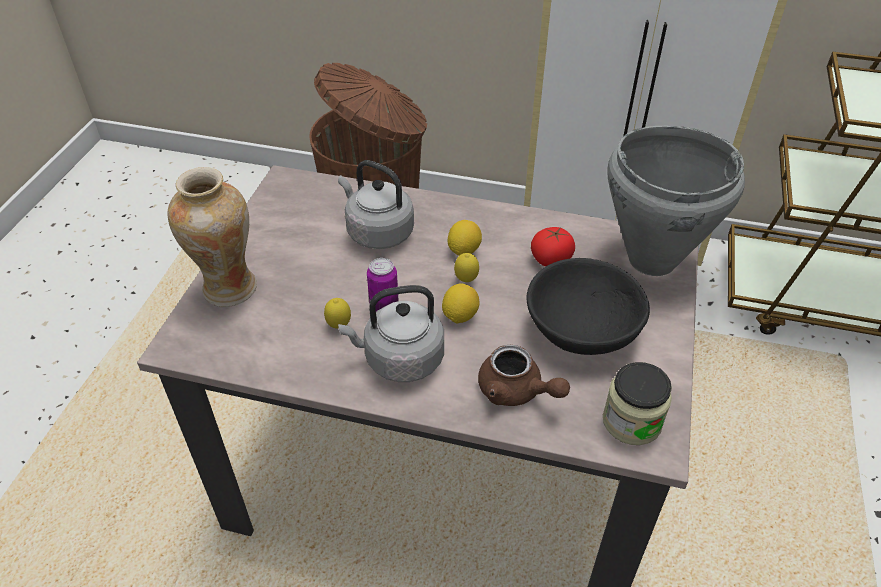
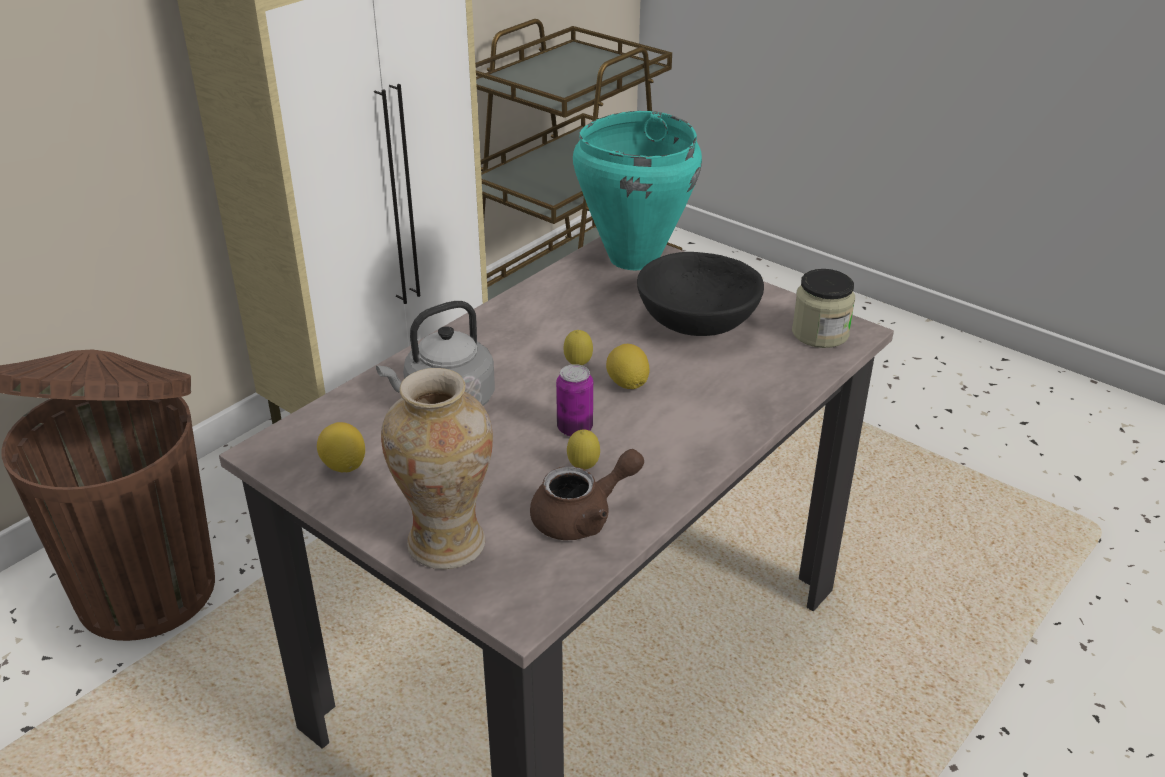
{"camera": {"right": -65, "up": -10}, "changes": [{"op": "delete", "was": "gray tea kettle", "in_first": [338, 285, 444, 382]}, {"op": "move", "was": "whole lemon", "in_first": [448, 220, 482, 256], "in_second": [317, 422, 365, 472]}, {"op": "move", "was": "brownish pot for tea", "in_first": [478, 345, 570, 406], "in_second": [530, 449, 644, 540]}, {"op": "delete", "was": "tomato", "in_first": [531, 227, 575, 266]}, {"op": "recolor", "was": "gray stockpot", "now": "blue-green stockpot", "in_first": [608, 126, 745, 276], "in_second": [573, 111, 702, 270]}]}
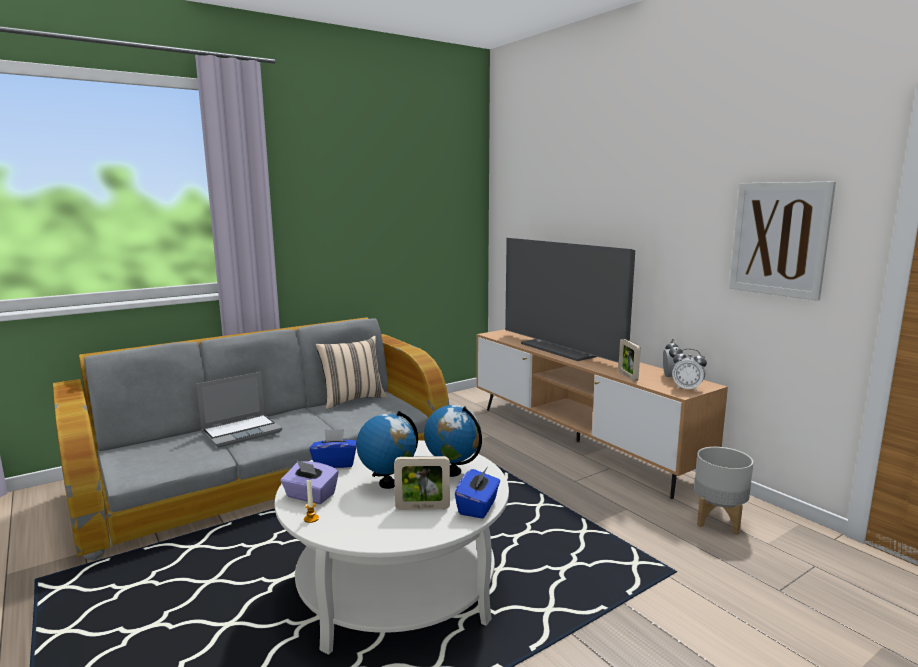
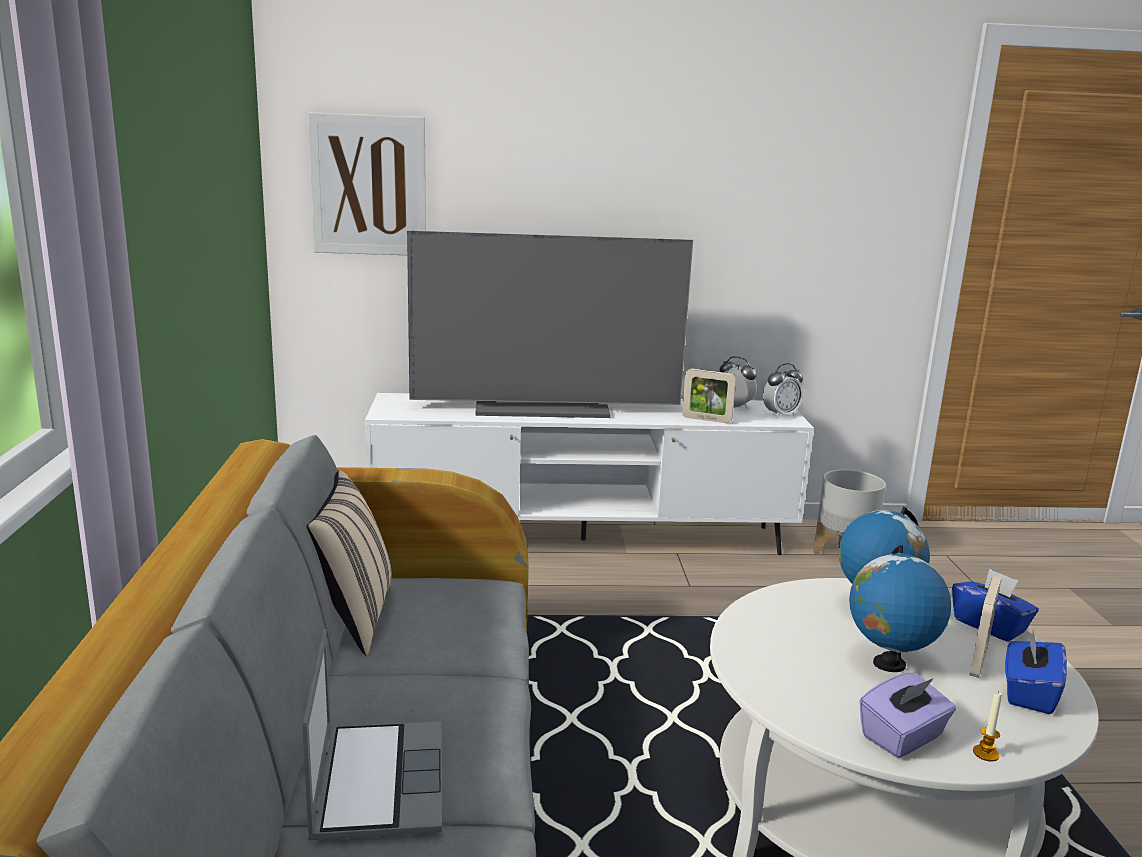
{"camera": {"right": -60, "up": 5}, "changes": [{"op": "move", "was": "bluish box of tissues", "in_first": [309, 429, 357, 468], "in_second": [1005, 629, 1067, 714]}, {"op": "recolor", "was": "brownish tv unit", "now": "white tv unit", "in_first": [476, 329, 728, 499], "in_second": [365, 393, 814, 555]}, {"op": "move", "was": "wall art", "in_first": [729, 182, 836, 301], "in_second": [308, 112, 426, 255]}]}
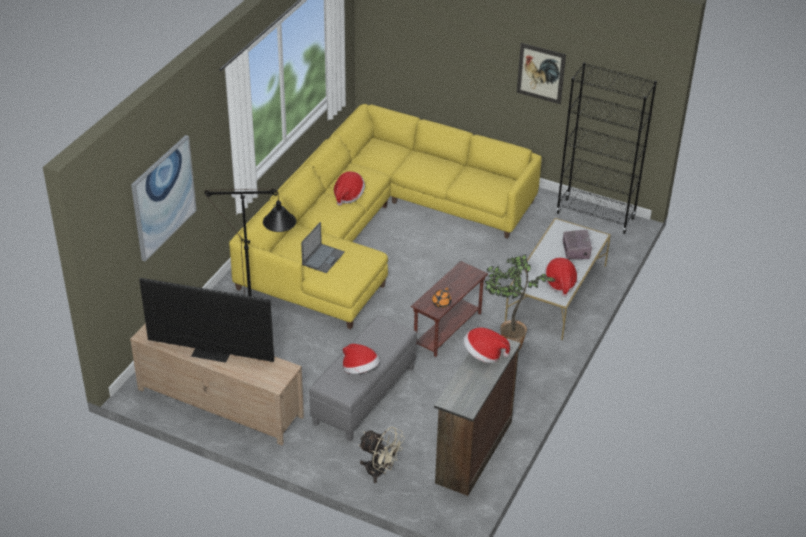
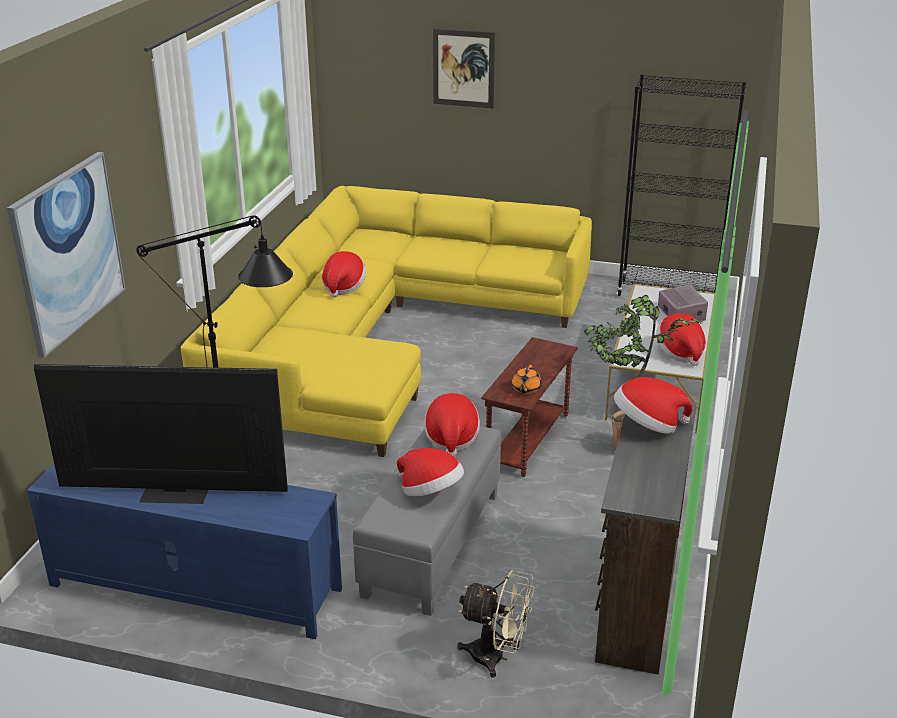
{"camera": {"right": -10, "up": -10}, "changes": [{"op": "recolor", "was": "beige-coloured tv unit", "now": "bluish tv unit", "in_first": [130, 323, 304, 445], "in_second": [27, 464, 342, 639]}, {"op": "delete", "was": "notebook computer", "in_first": [301, 222, 345, 273]}, {"op": "move", "was": "wall art", "in_first": [517, 43, 566, 104], "in_second": [433, 28, 495, 108]}, {"op": "insert", "now": "wearable hat", "in_second": [424, 393, 480, 456]}]}
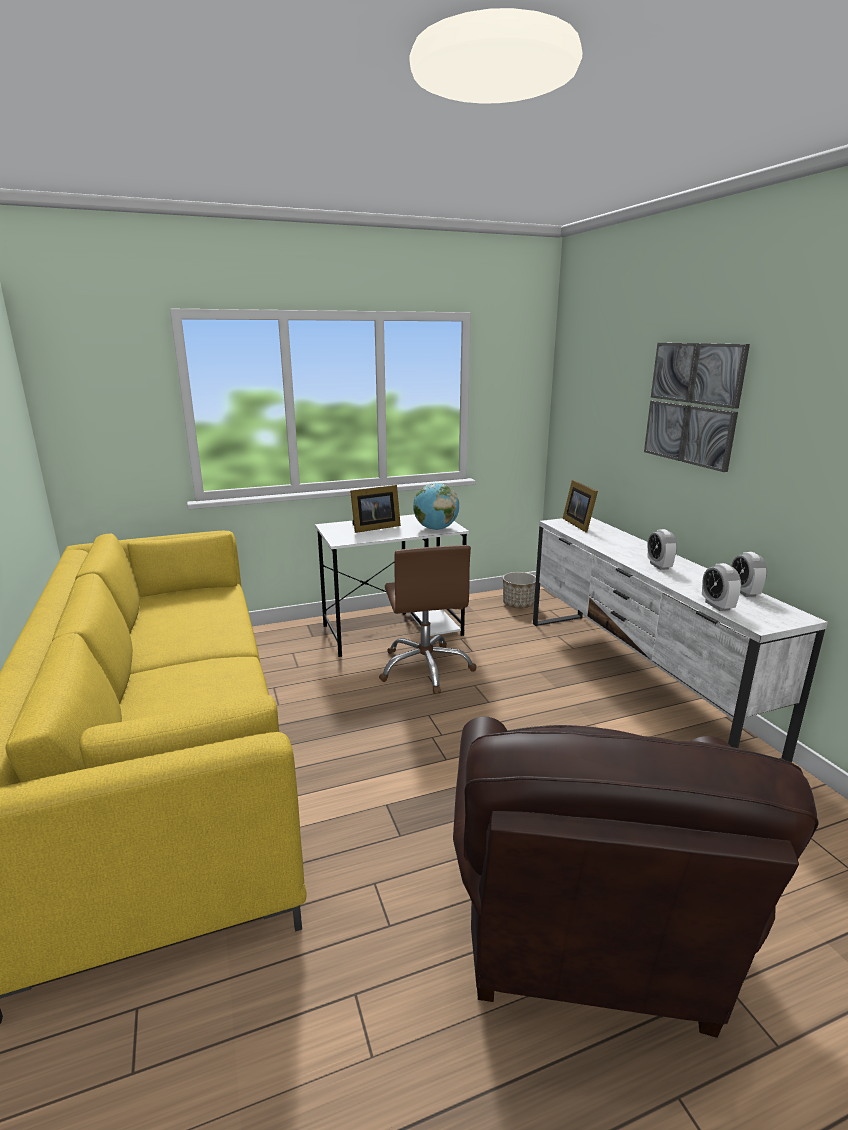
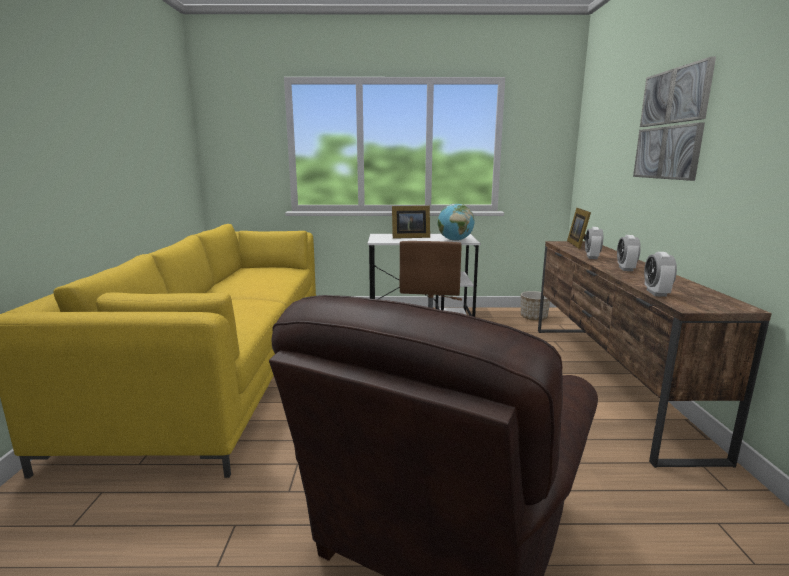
{"camera": {"right": 20, "up": -5}, "changes": [{"op": "recolor", "was": "white tv unit", "now": "brownish tv unit", "in_first": [533, 517, 828, 763], "in_second": [538, 241, 772, 468]}, {"op": "move", "was": "bedside clock", "in_first": [731, 552, 767, 597], "in_second": [585, 227, 603, 259]}]}
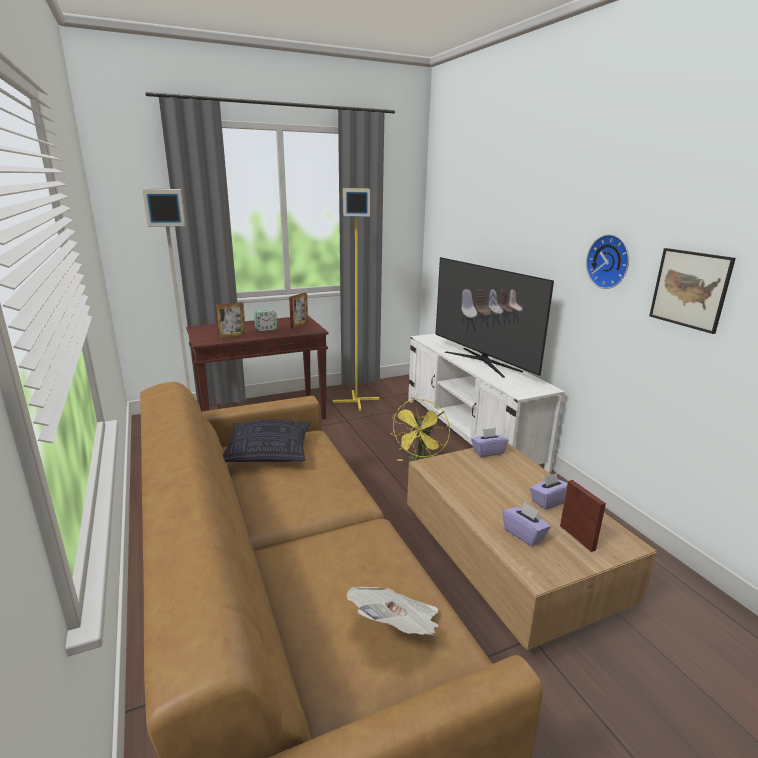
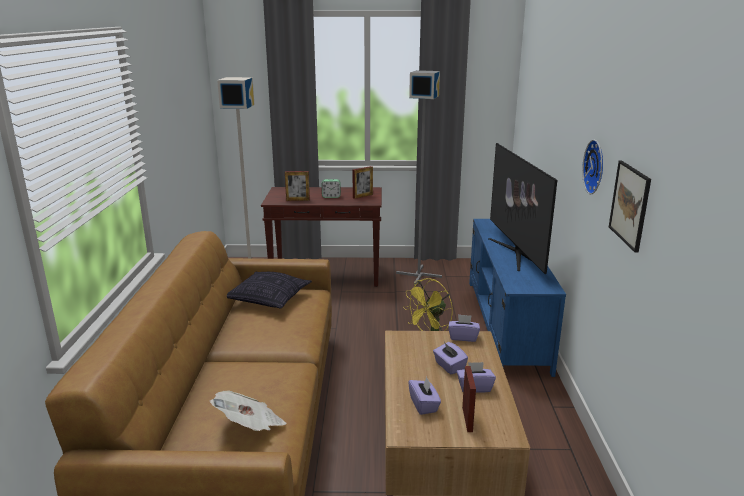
{"camera": {"right": 25, "up": 0}, "changes": [{"op": "recolor", "was": "yellowish standard lamp", "now": "gray standard lamp", "in_first": [333, 188, 379, 411], "in_second": [396, 70, 442, 285]}, {"op": "recolor", "was": "white tv unit", "now": "bluish tv unit", "in_first": [408, 334, 565, 473], "in_second": [469, 219, 566, 377]}, {"op": "insert", "now": "purple box of tissues", "in_second": [433, 342, 468, 374]}]}
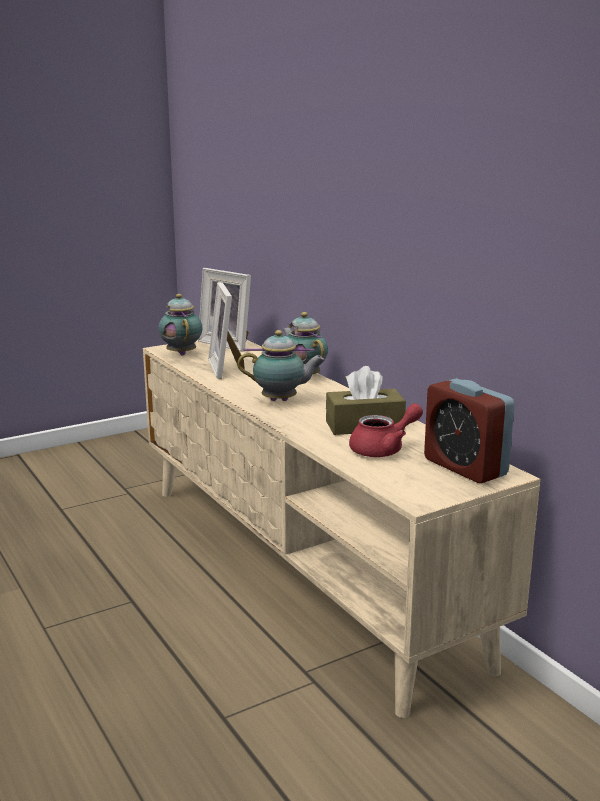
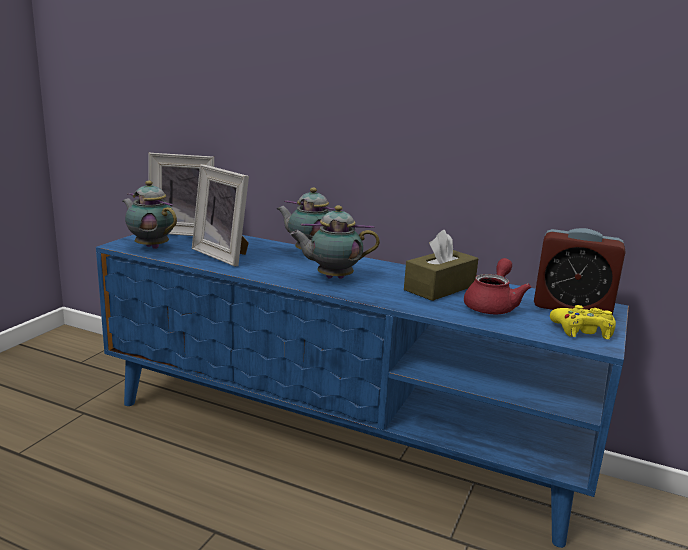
{"camera": {"right": -35, "up": 0}, "changes": [{"op": "recolor", "was": "beige-coloured tv unit", "now": "bluish tv unit", "in_first": [143, 340, 540, 718], "in_second": [96, 234, 629, 548]}, {"op": "rotate", "was": "pot for tea", "in_first": [237, 330, 324, 401], "in_second": [290, 205, 380, 279], "clockwise": -150}, {"op": "insert", "now": "yellowish joypad", "in_second": [550, 305, 616, 339]}]}
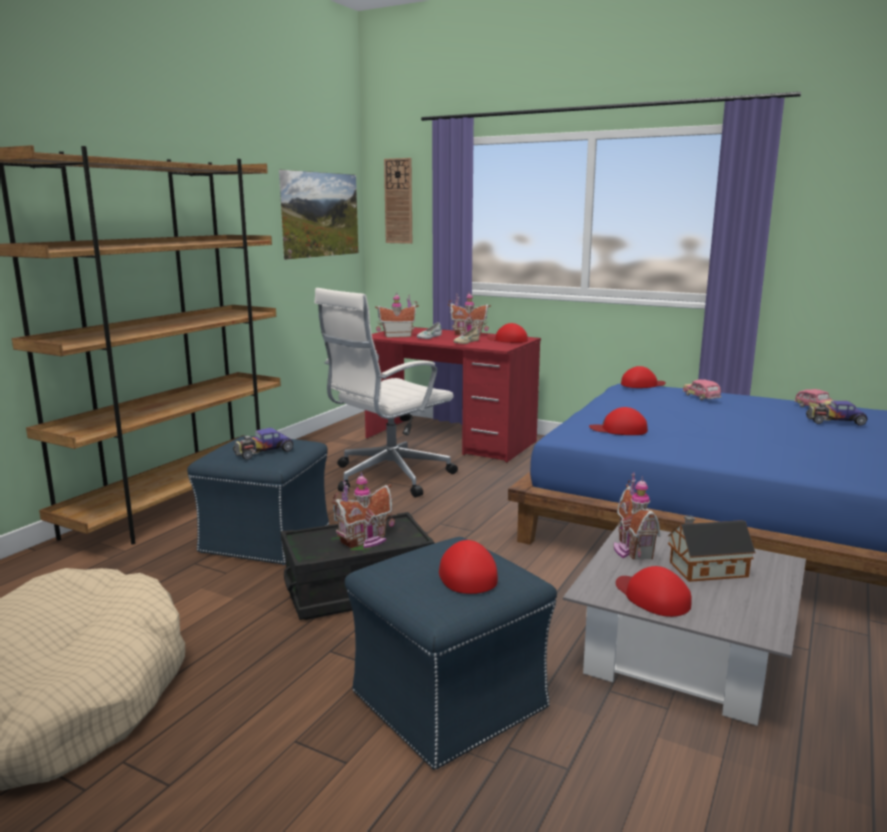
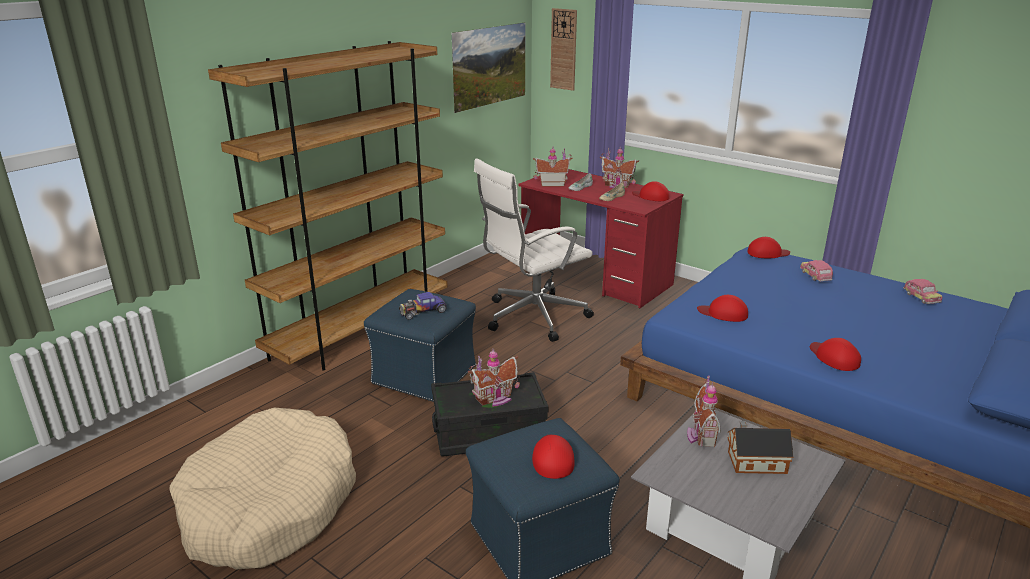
{"camera": {"right": 10, "up": 10}, "changes": [{"op": "move", "was": "reddish peaked cap", "in_first": [616, 566, 692, 617], "in_second": [810, 338, 861, 371]}, {"op": "delete", "was": "miniature car", "in_first": [806, 401, 868, 426]}]}
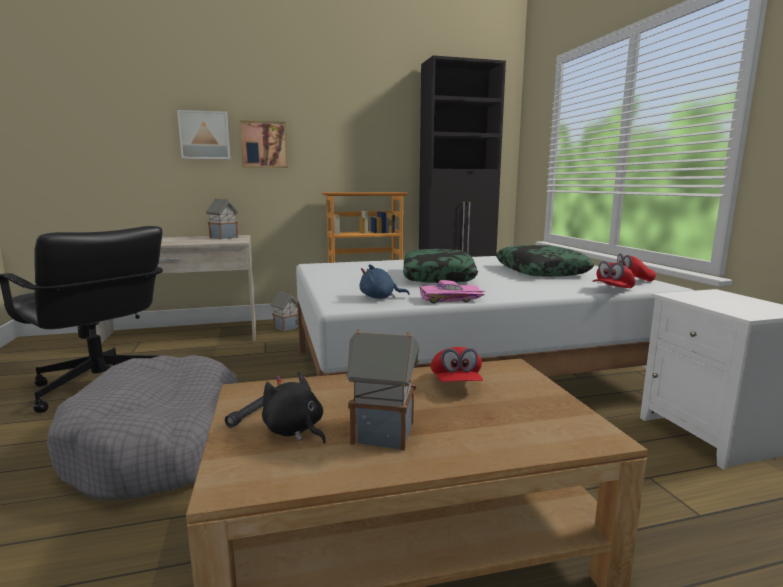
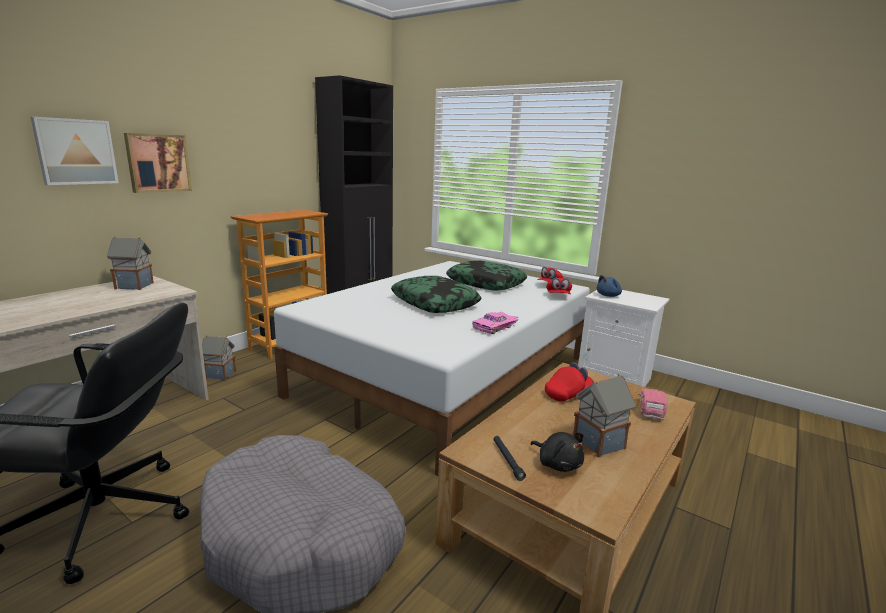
{"camera": {"right": -40, "up": 5}, "changes": [{"op": "rotate", "was": "black plush toy", "in_first": [262, 372, 326, 444], "in_second": [531, 432, 584, 472], "clockwise": -135}, {"op": "move", "was": "bluish plush toy", "in_first": [360, 264, 410, 299], "in_second": [597, 275, 622, 297]}, {"op": "rotate", "was": "reddish peaked cap", "in_first": [431, 347, 483, 382], "in_second": [545, 362, 593, 402], "clockwise": -75}, {"op": "insert", "now": "miniature car", "in_second": [638, 389, 667, 420]}]}
